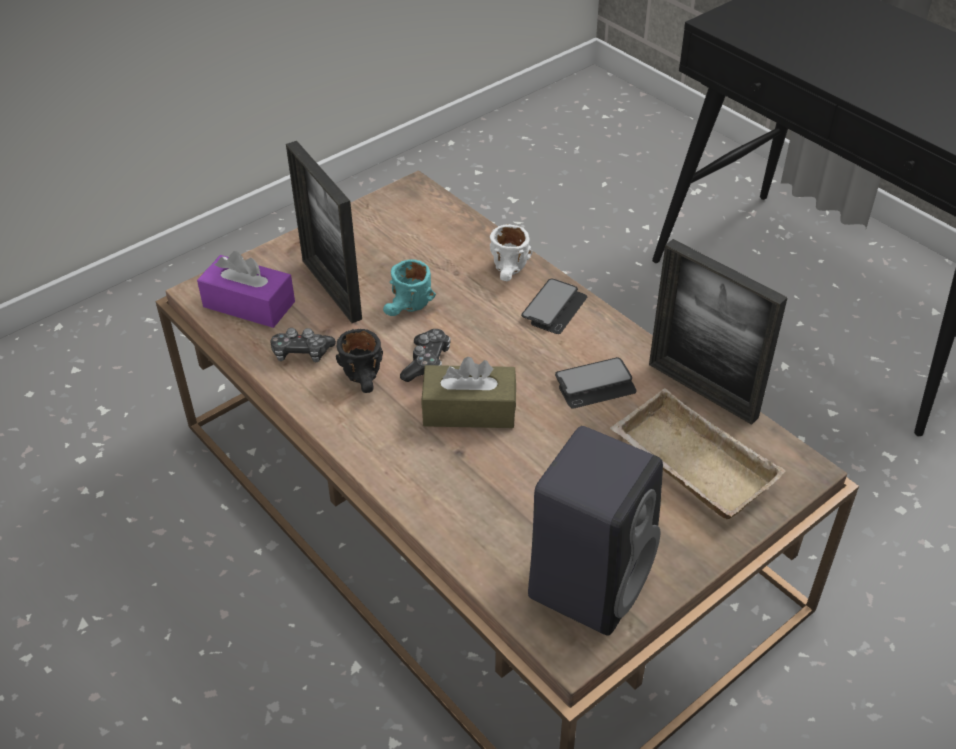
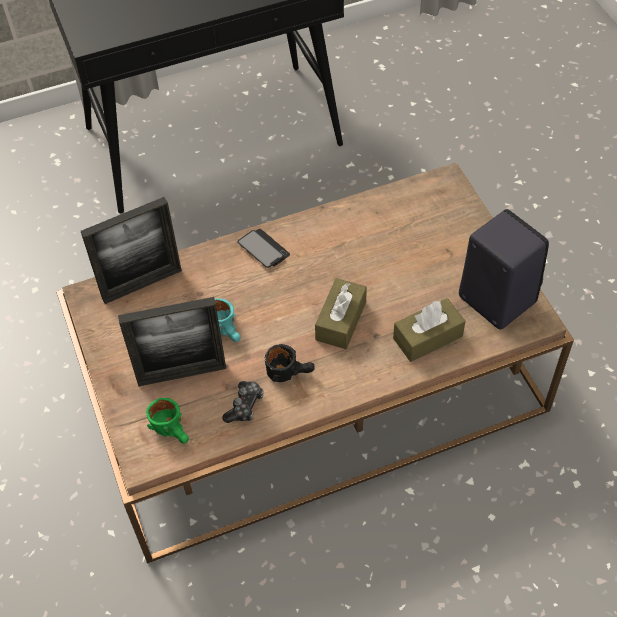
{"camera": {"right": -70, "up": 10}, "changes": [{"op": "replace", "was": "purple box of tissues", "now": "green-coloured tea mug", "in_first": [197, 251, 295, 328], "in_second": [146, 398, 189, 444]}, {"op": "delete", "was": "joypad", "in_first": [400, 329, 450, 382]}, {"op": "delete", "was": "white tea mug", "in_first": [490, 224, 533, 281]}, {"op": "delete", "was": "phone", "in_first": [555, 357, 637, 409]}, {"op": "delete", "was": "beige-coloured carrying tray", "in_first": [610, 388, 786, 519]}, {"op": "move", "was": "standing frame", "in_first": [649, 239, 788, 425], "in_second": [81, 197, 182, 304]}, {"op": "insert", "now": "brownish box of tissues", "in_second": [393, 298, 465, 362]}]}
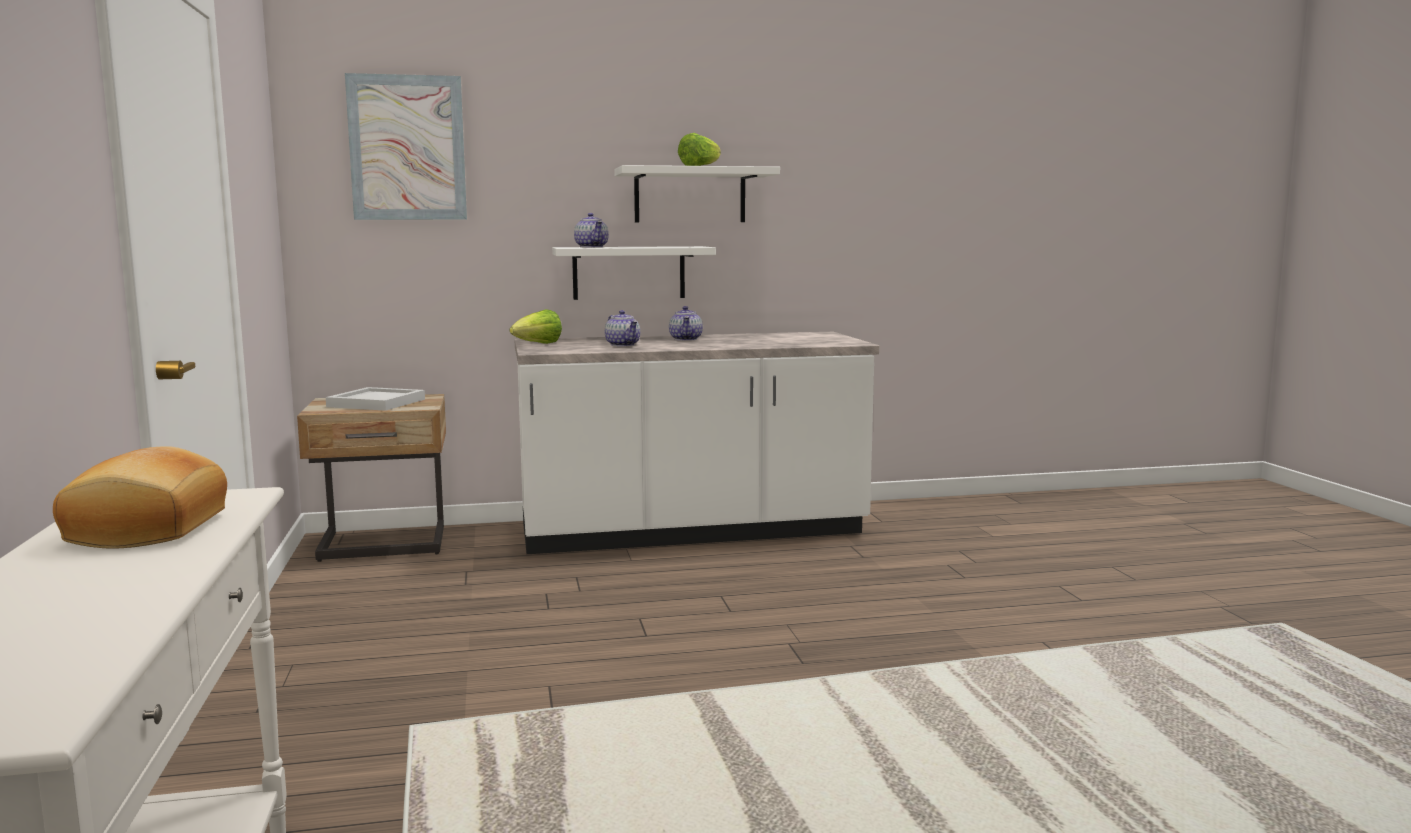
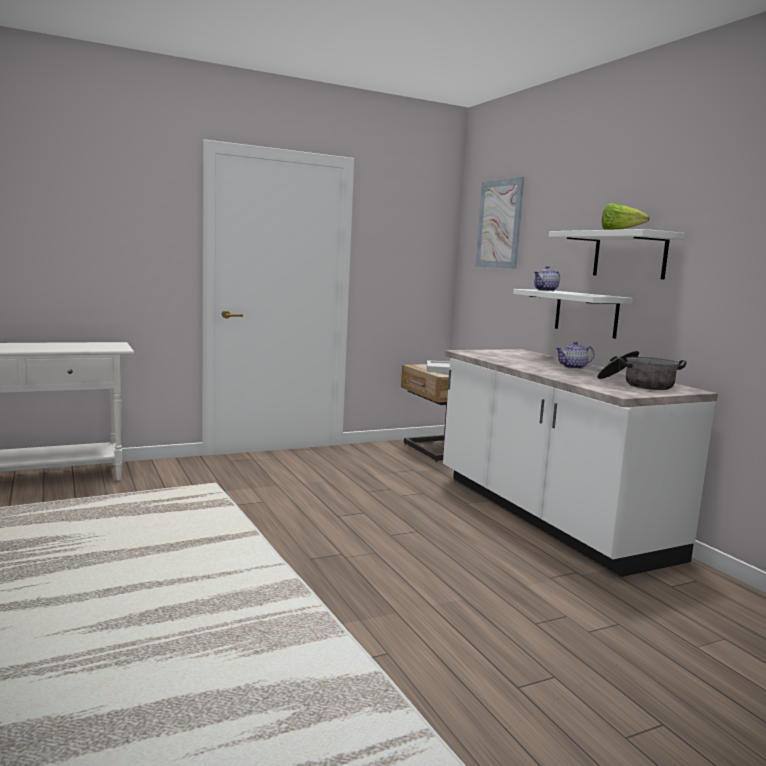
{"camera": {"right": 75, "up": 0}, "changes": [{"op": "delete", "was": "baked bread", "in_first": [53, 446, 227, 549]}, {"op": "delete", "was": "lettuce head", "in_first": [510, 309, 562, 344]}, {"op": "delete", "was": "pot for tea", "in_first": [605, 310, 640, 346]}, {"op": "insert", "now": "stockpot", "in_second": [597, 351, 687, 390]}]}
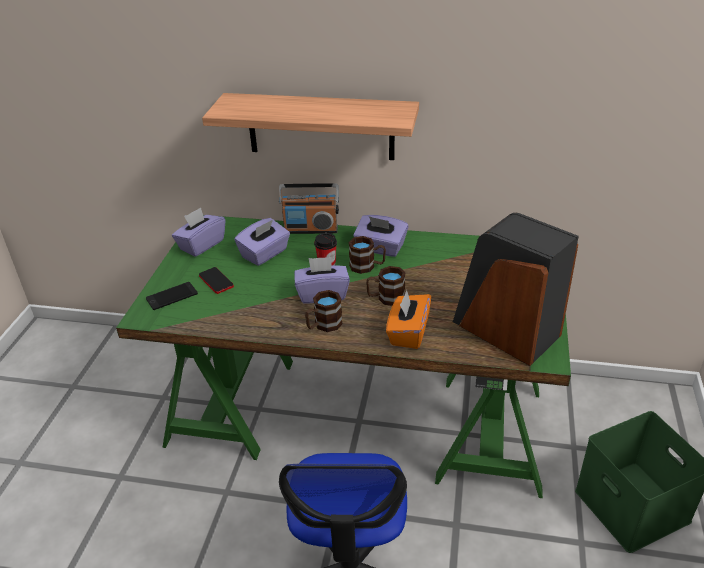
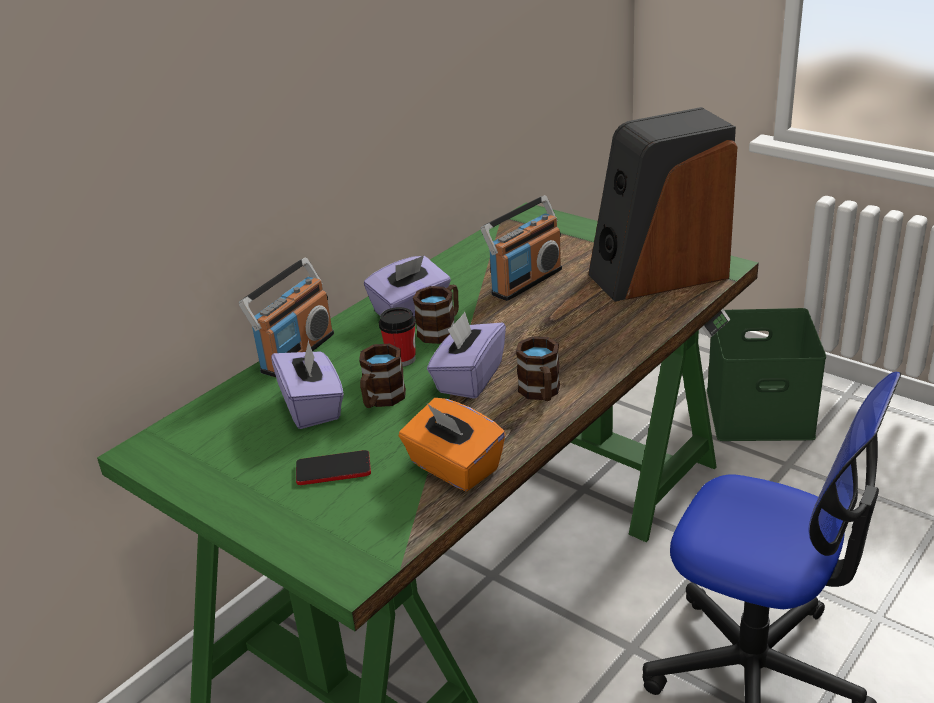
{"camera": {"right": -60, "up": -5}, "changes": [{"op": "delete", "was": "phone", "in_first": [146, 282, 198, 310]}, {"op": "delete", "was": "purple box of tissues", "in_first": [172, 207, 225, 257]}, {"op": "delete", "was": "bracket shelf", "in_first": [202, 93, 419, 160]}, {"op": "move", "was": "brownish tea mug", "in_first": [366, 266, 406, 306], "in_second": [359, 344, 406, 408]}, {"op": "move", "was": "orangey box of tissues", "in_first": [386, 290, 431, 349], "in_second": [399, 398, 506, 491]}, {"op": "insert", "now": "radio set", "in_second": [481, 195, 562, 301]}]}
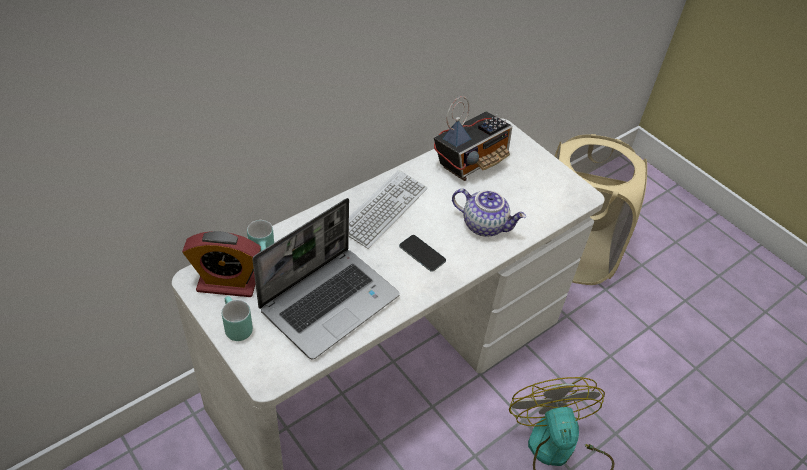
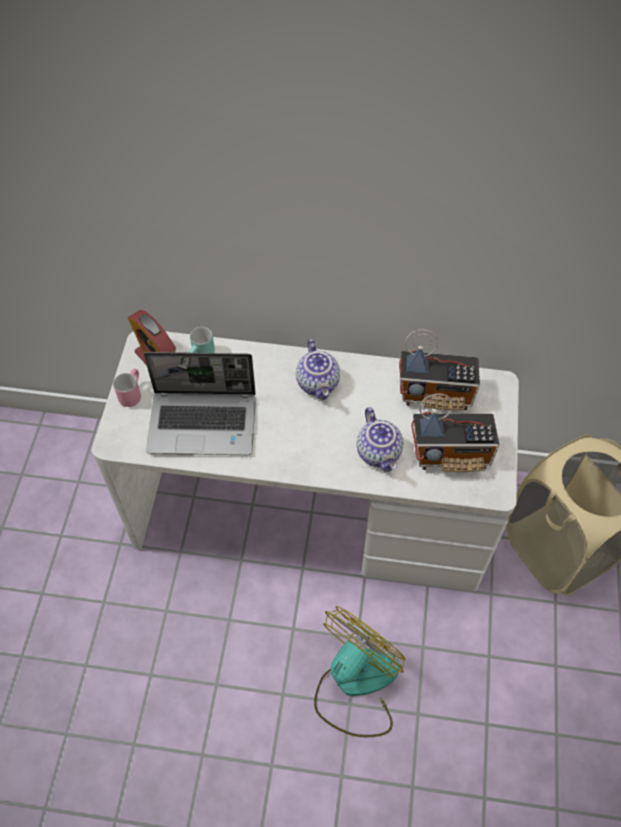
{"camera": {"right": 50, "up": 10}, "changes": [{"op": "recolor", "was": "blue-green tea mug", "now": "pink-coloured tea mug", "in_first": [222, 296, 253, 341], "in_second": [113, 368, 141, 407]}, {"op": "replace", "was": "computer keyboard", "now": "pot for tea", "in_first": [349, 170, 427, 249], "in_second": [296, 339, 340, 400]}, {"op": "delete", "was": "phone", "in_first": [399, 235, 446, 272]}, {"op": "insert", "now": "radio set", "in_second": [412, 393, 499, 472]}]}
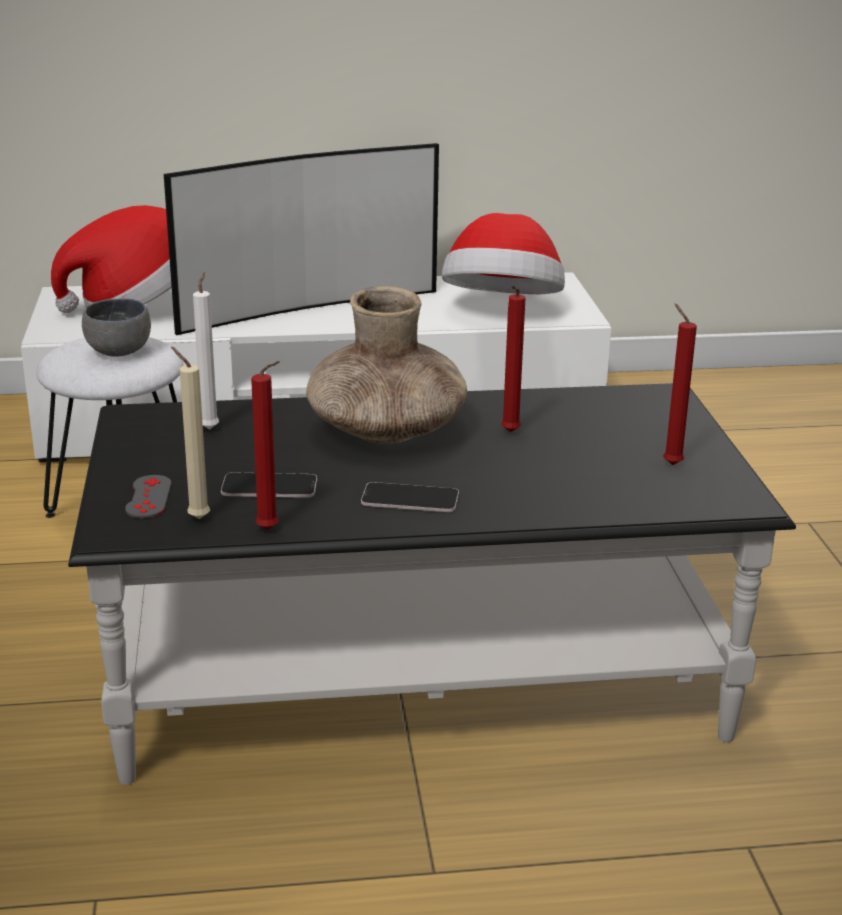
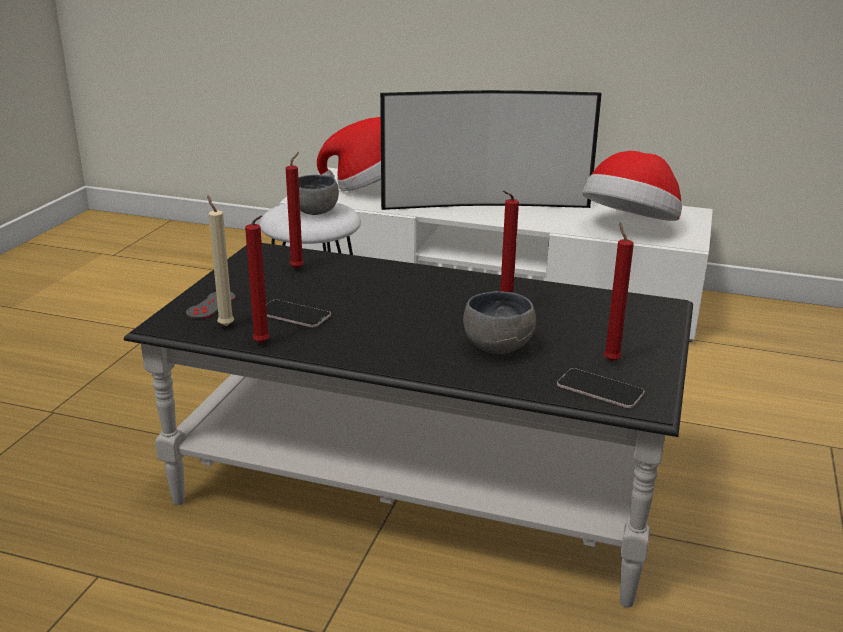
{"camera": {"right": 25, "up": 0}, "changes": [{"op": "recolor", "was": "white wax light", "now": "reddish wax light", "in_first": [193, 272, 219, 430], "in_second": [286, 152, 304, 269]}, {"op": "delete", "was": "brownish vase", "in_first": [306, 286, 467, 444]}, {"op": "move", "was": "phone", "in_first": [361, 482, 459, 512], "in_second": [557, 368, 644, 408]}, {"op": "insert", "now": "gray bowl", "in_second": [463, 291, 536, 354]}]}
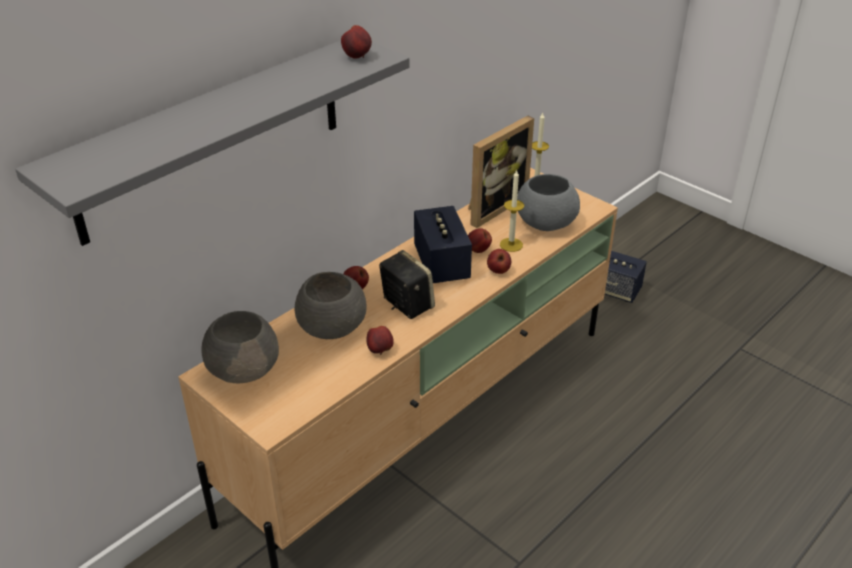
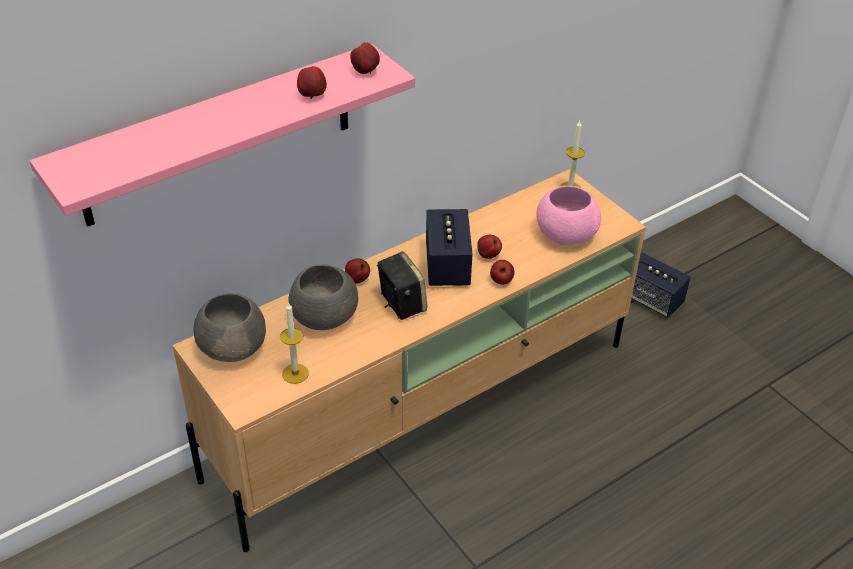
{"camera": {"right": 10, "up": 5}, "changes": [{"op": "recolor", "was": "gray bracket shelf", "now": "pink-coloured bracket shelf", "in_first": [15, 40, 409, 246], "in_second": [30, 44, 415, 227]}, {"op": "move", "was": "apple", "in_first": [367, 326, 394, 355], "in_second": [297, 66, 327, 99]}, {"op": "delete", "was": "standing frame", "in_first": [468, 115, 534, 228]}, {"op": "move", "was": "wax light", "in_first": [500, 170, 524, 252], "in_second": [280, 302, 309, 384]}, {"op": "recolor", "was": "gray bowl", "now": "pink-coloured bowl", "in_first": [517, 174, 580, 231], "in_second": [537, 186, 601, 245]}]}
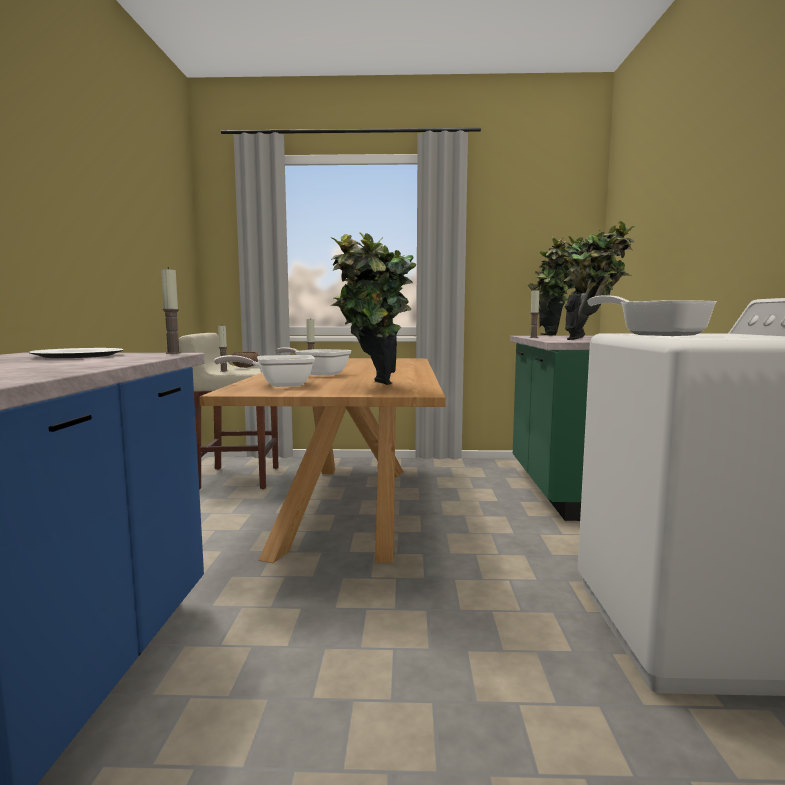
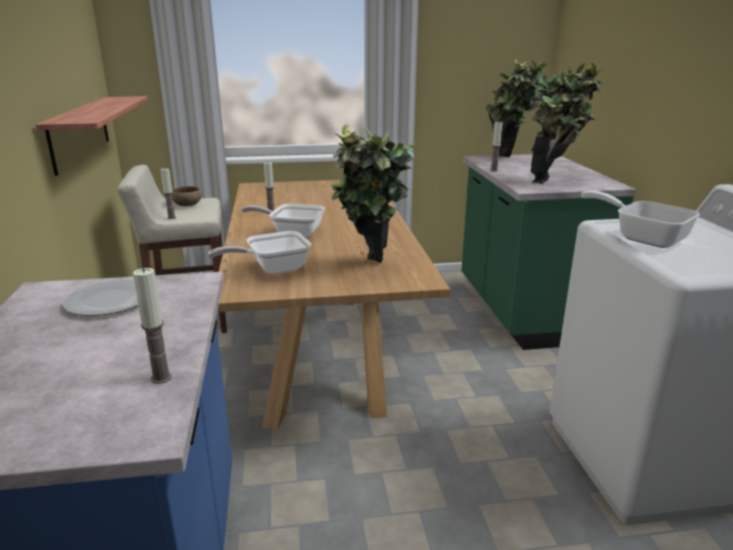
{"camera": {"right": -10, "up": 15}, "changes": [{"op": "move", "was": "wax light", "in_first": [161, 267, 181, 354], "in_second": [133, 268, 172, 384]}, {"op": "insert", "now": "bracket shelf", "in_second": [36, 96, 148, 176]}]}
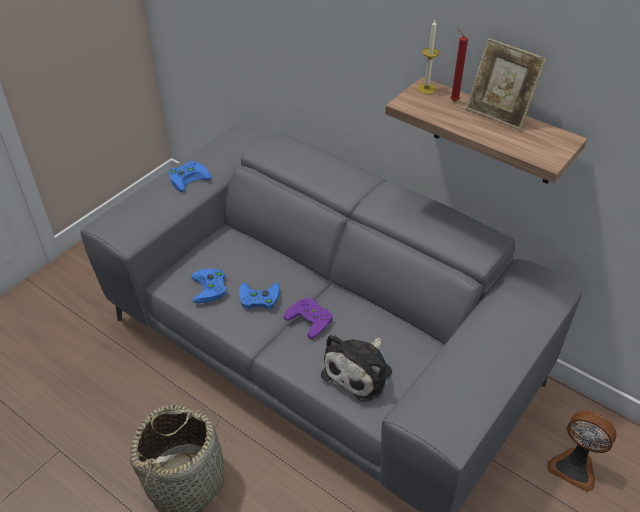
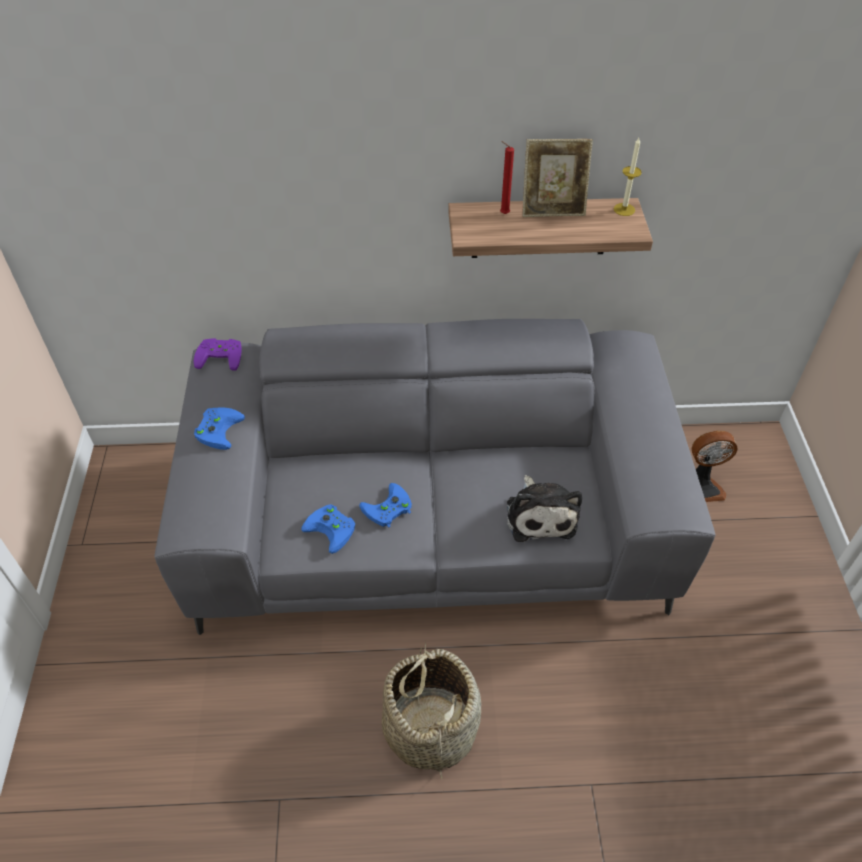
{"camera": {"right": -40, "up": 5}, "changes": [{"op": "move", "was": "purple joypad", "in_first": [284, 298, 333, 339], "in_second": [194, 338, 242, 370]}, {"op": "move", "was": "wax light", "in_first": [417, 20, 440, 94], "in_second": [614, 138, 642, 216]}]}
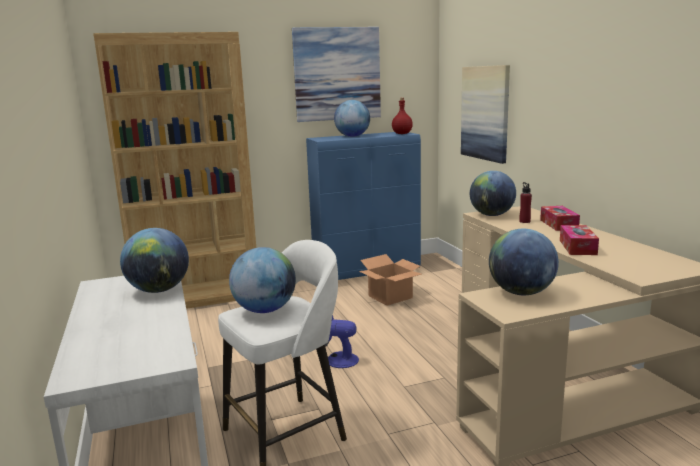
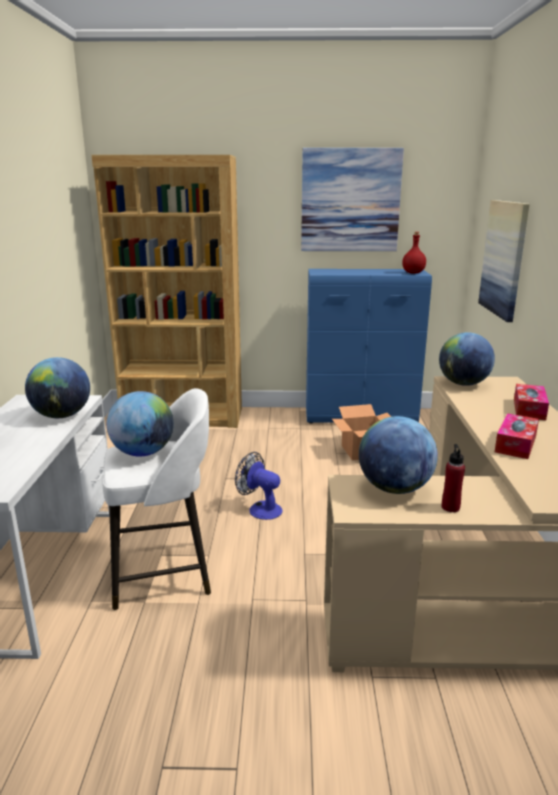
{"camera": {"right": 20, "up": 5}, "changes": [{"op": "delete", "was": "globe", "in_first": [334, 100, 370, 137]}, {"op": "move", "was": "reddish drink bottle", "in_first": [519, 182, 532, 223], "in_second": [442, 444, 465, 512]}]}
